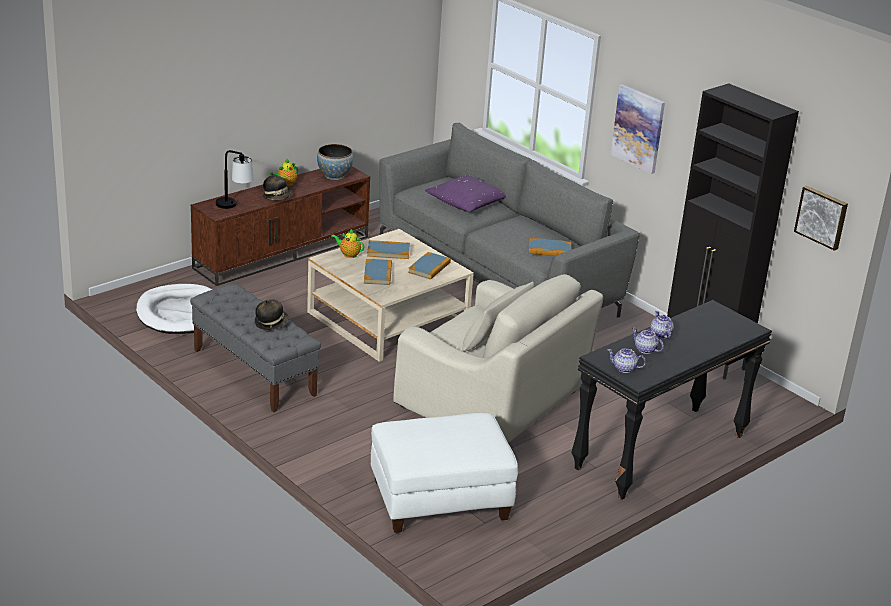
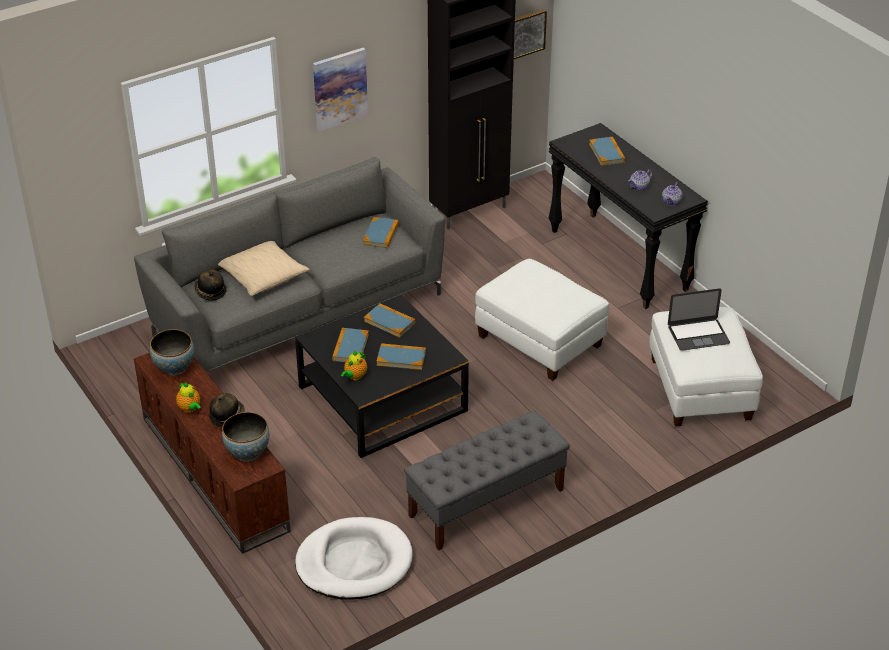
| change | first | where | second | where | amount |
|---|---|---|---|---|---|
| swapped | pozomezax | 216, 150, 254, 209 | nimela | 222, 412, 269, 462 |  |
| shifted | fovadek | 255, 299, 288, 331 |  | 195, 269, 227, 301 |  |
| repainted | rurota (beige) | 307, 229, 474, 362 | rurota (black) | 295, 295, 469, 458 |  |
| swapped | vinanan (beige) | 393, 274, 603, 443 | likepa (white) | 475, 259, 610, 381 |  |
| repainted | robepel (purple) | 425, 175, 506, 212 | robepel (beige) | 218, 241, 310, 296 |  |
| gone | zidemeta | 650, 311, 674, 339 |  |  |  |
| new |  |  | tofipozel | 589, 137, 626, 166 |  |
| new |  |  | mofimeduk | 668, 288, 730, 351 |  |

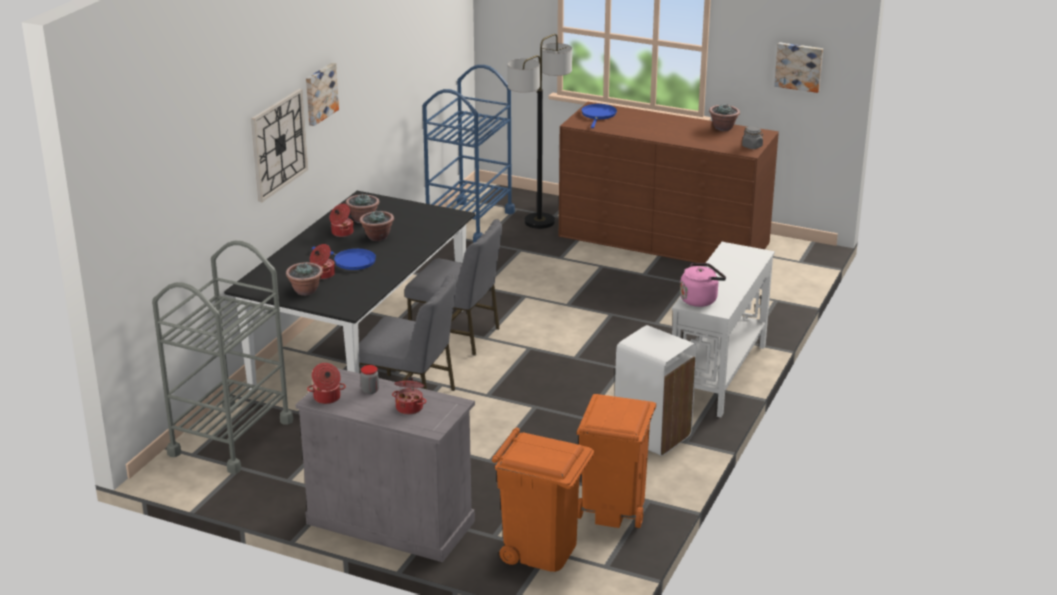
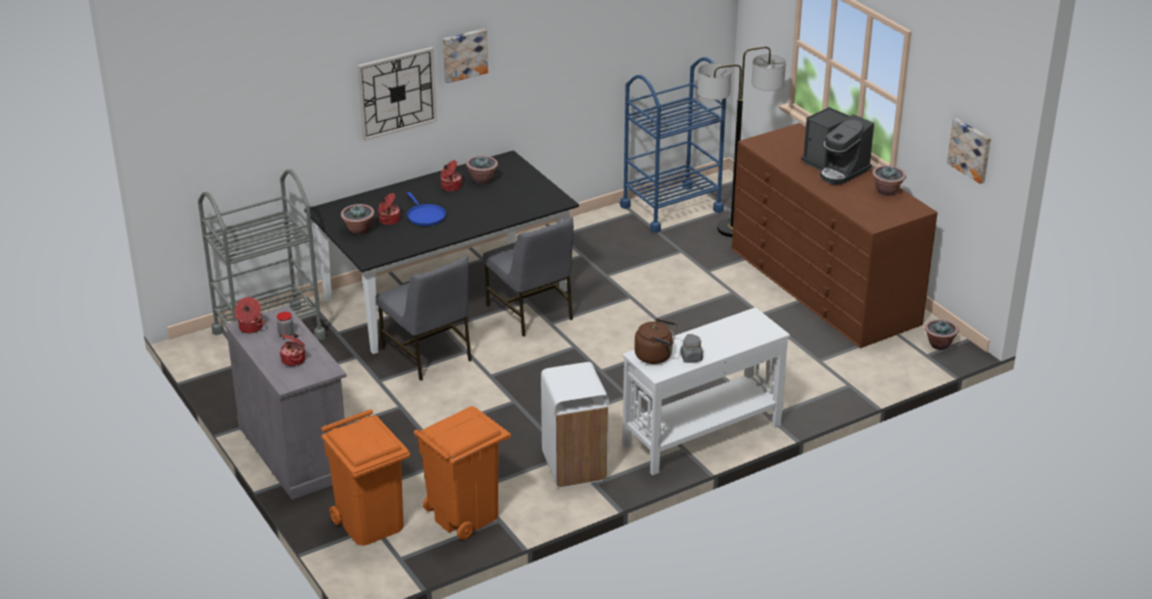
| change | first | where | second | where | amount |
|---|---|---|---|---|---|
| shifted | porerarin | 359, 211, 394, 241 |  | 925, 319, 959, 350 |  |
| gone | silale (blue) | 581, 104, 617, 128 |  |  |  |
| repainted | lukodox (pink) | 680, 263, 726, 307 | lukodox (brown) | 634, 318, 677, 364 |  |
| shifted | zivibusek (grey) | 742, 126, 763, 149 |  | 680, 334, 703, 363 |  |
| new |  |  | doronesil | 801, 107, 874, 185 |  |

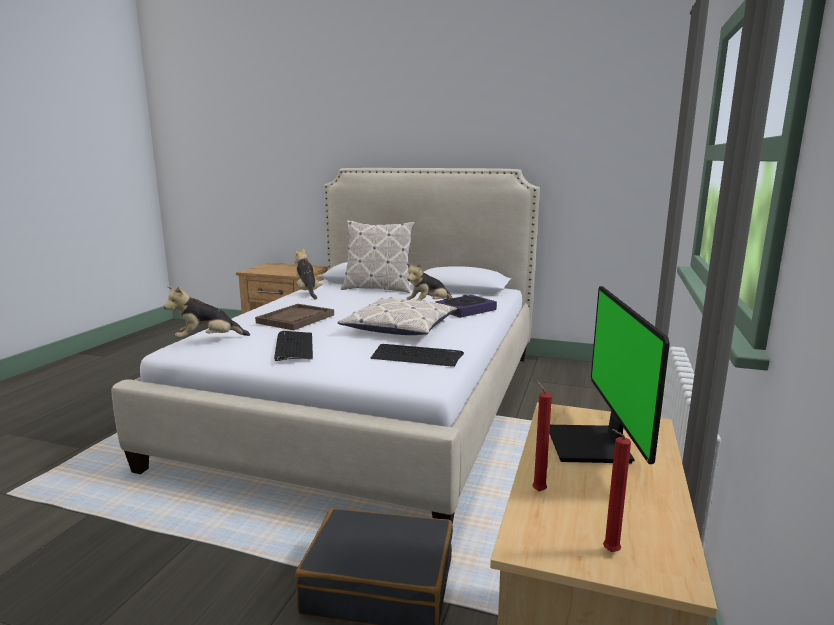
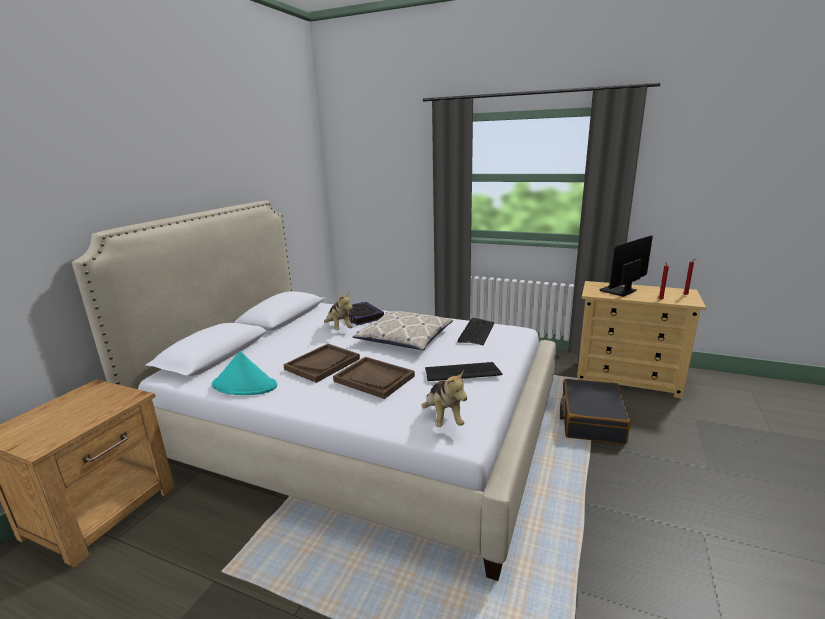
| change | first | where | second | where | amount |
|---|---|---|---|---|---|
| swapped | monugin | 294, 249, 322, 300 | fovadek (turquoise) | 211, 351, 277, 395 |  |
| gone | robepel | 341, 220, 415, 293 |  |  |  |
| rotated | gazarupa | 549, 286, 670, 464 |  | 599, 235, 653, 297 | 135 degrees clockwise |
| new |  |  | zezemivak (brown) | 283, 344, 360, 383 |  |

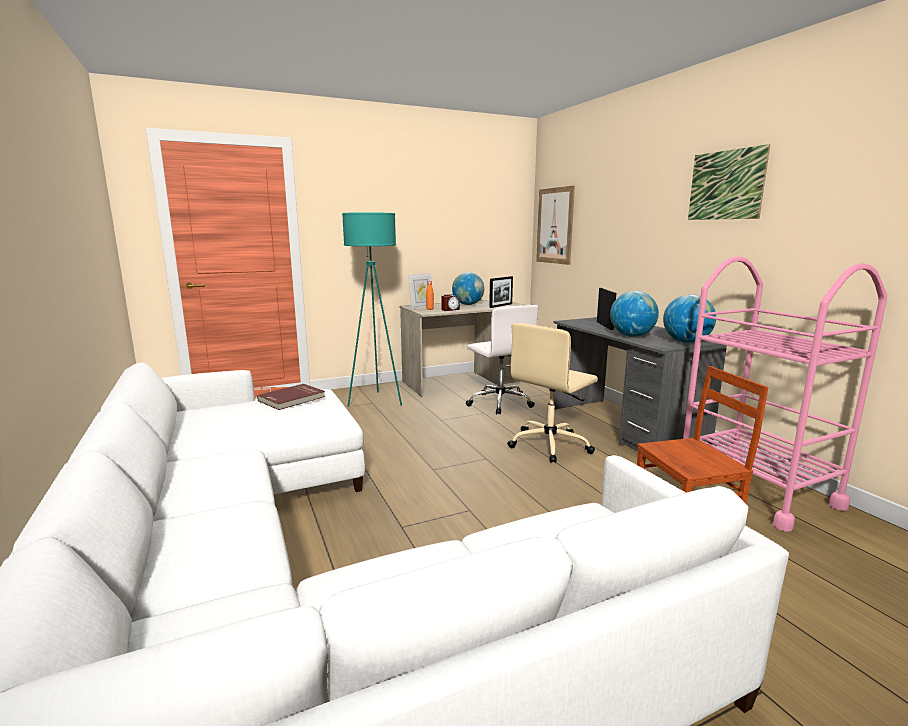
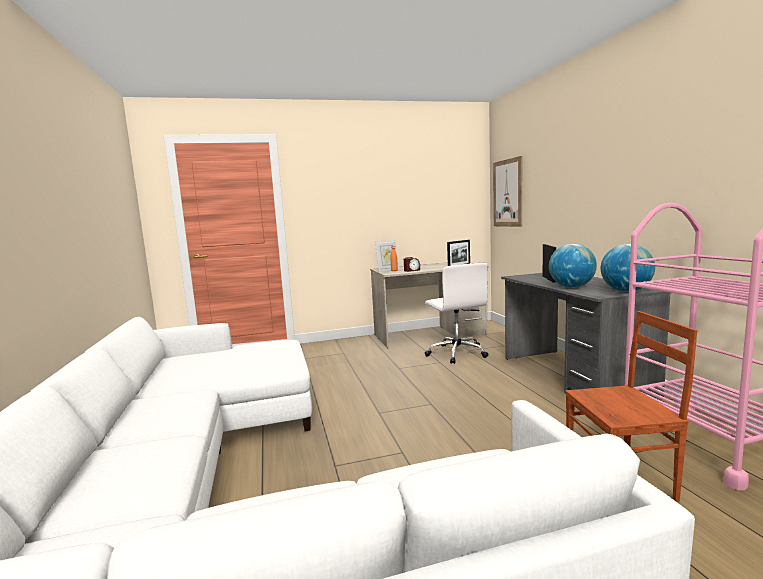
| change | first | where | second | where | amount |
|---|---|---|---|---|---|
| gone | tofipozel (red) | 257, 384, 325, 410 |  |  |  |
| gone | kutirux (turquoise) | 342, 212, 402, 406 |  |  |  |
| gone | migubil | 452, 272, 484, 305 |  |  |  |
| gone | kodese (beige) | 507, 323, 598, 463 |  |  |  |
| gone | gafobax | 688, 144, 770, 220 |  |  |  |

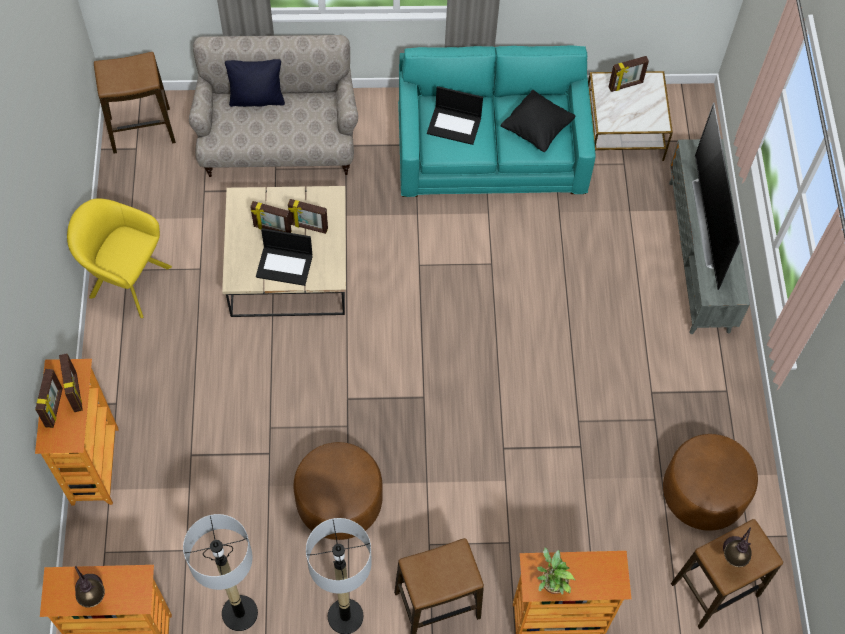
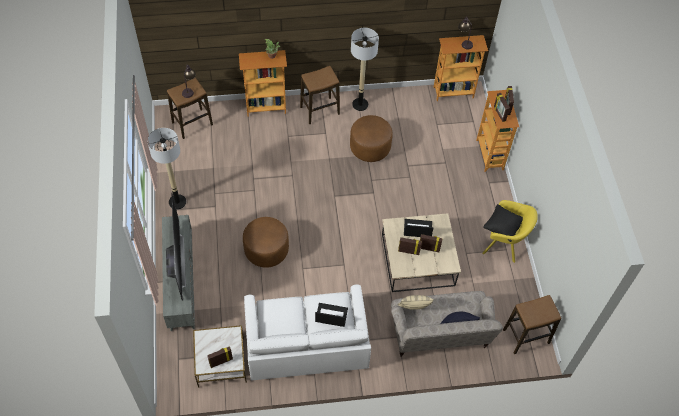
| change | first | where | second | where | amount |
|---|---|---|---|---|---|
| shifted | kutirux | 183, 514, 258, 631 |  | 147, 128, 186, 210 |  |
| repainted | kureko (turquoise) | 398, 45, 596, 197 | kureko (white) | 244, 284, 371, 381 |  |
| shifted | robepel (black) | 501, 90, 576, 152 |  | 483, 204, 523, 242 |  |
| shifted | likepa (brown) | 663, 434, 758, 531 |  | 243, 217, 289, 268 |  |
| new |  |  | robepel (beige) | 397, 295, 434, 310 |  |

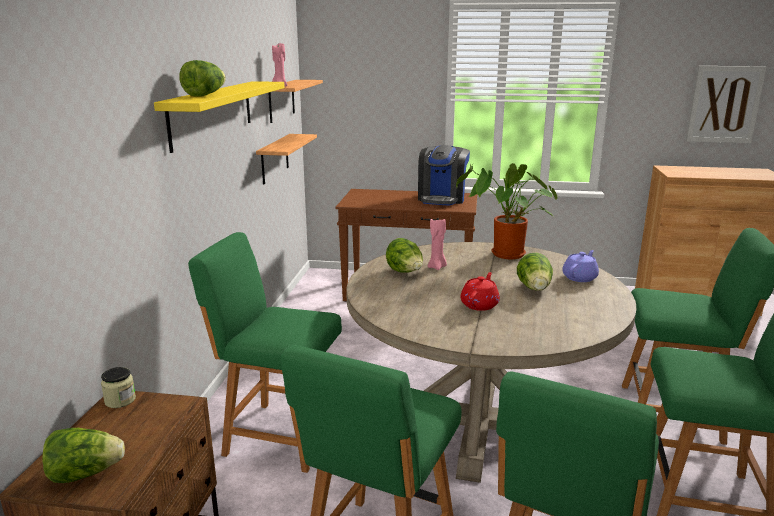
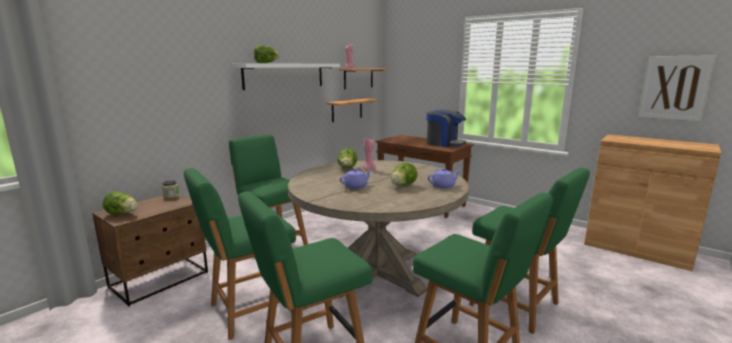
| change | first | where | second | where | amount |
|---|---|---|---|---|---|
| repainted | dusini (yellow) | 154, 81, 285, 153 | dusini (white) | 232, 63, 340, 90 |  |
| rotated | doronesil | 418, 145, 470, 206 |  | 426, 109, 466, 147 | 105 degrees counterclockwise |
| gone | porerarin | 456, 163, 558, 259 |  |  |  |
| repainted | zidemeta (red) | 460, 272, 500, 311 | zidemeta (purple) | 340, 168, 372, 189 |  |

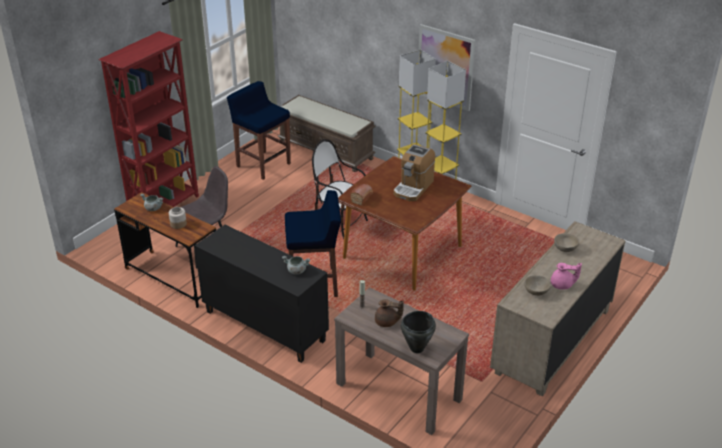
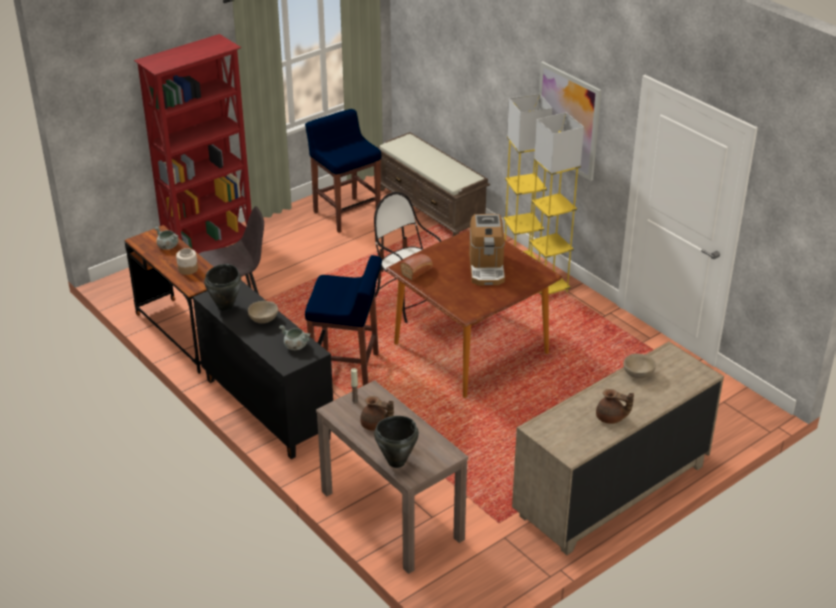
| change | first | where | second | where | amount |
|---|---|---|---|---|---|
| rotated | doronesil | 393, 144, 435, 201 |  | 469, 214, 505, 285 | 45 degrees counterclockwise |
| shifted | nimela (beige) | 524, 275, 551, 296 |  | 248, 301, 278, 323 |  |
| repainted | zidemeta (pink) | 551, 263, 582, 290 | zidemeta (brown) | 596, 389, 634, 424 |  |
| new |  |  | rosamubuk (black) | 204, 264, 241, 311 |  |

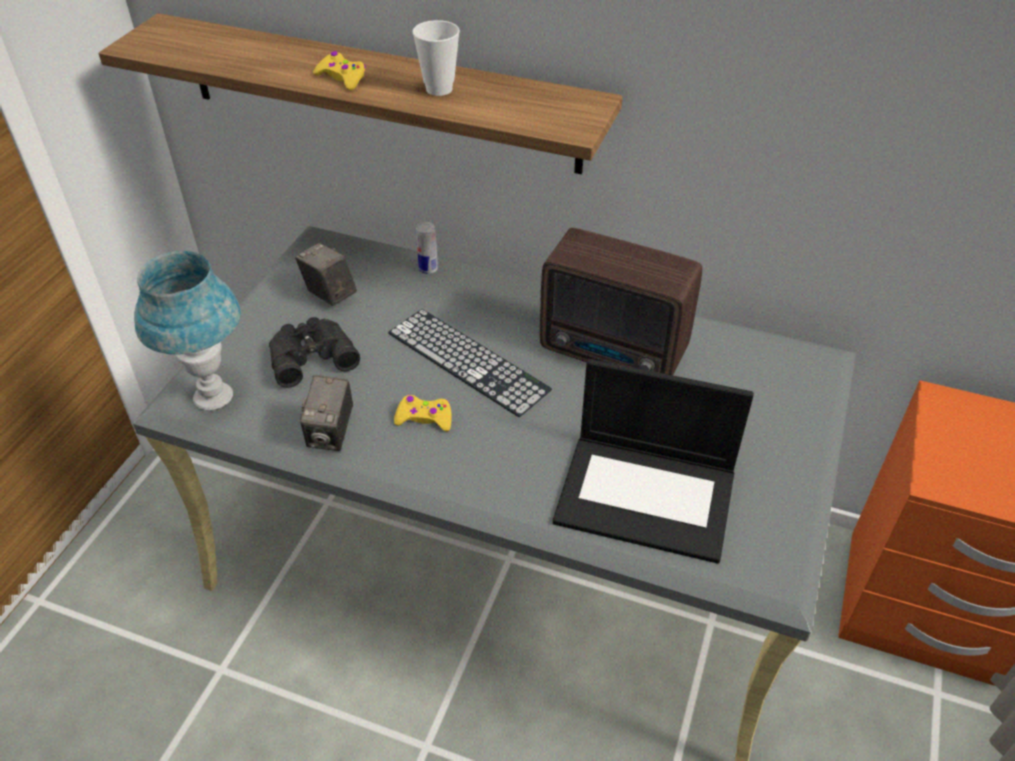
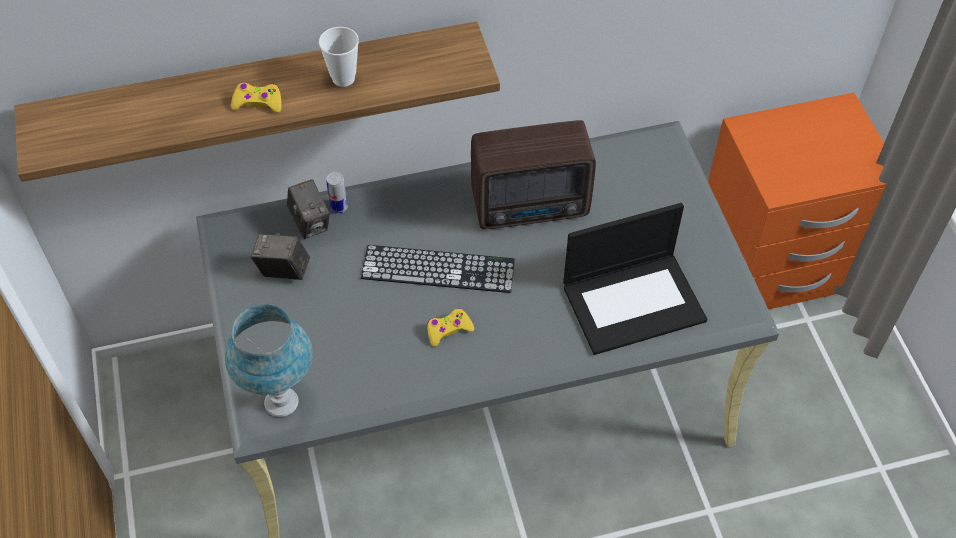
| change | first | where | second | where | amount |
|---|---|---|---|---|---|
| gone | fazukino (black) | 269, 317, 360, 388 |  |  |  |
| shifted | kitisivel | 300, 375, 353, 451 |  | 287, 179, 330, 239 |  |

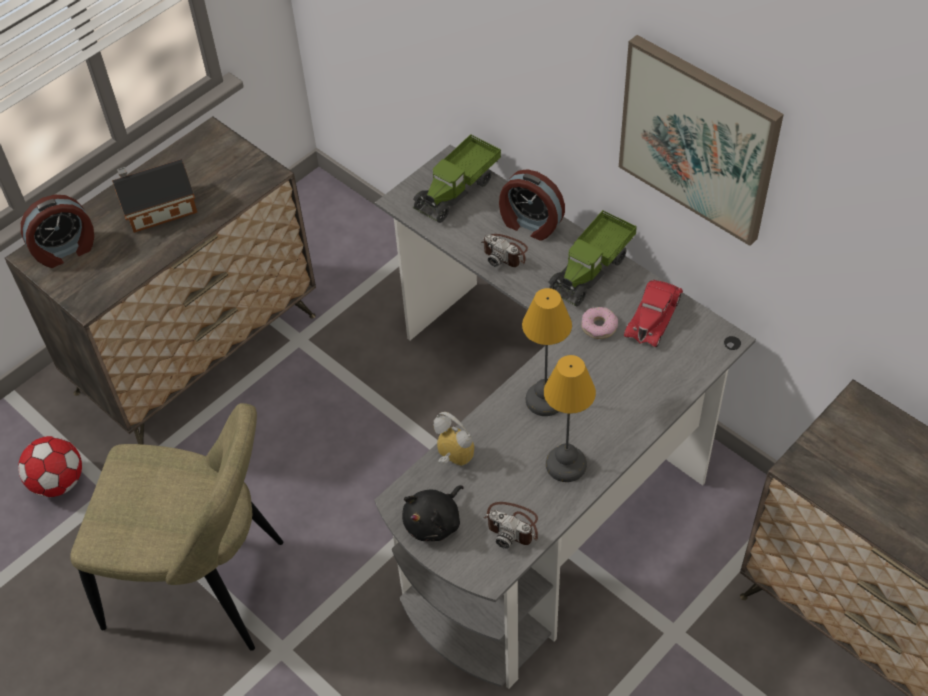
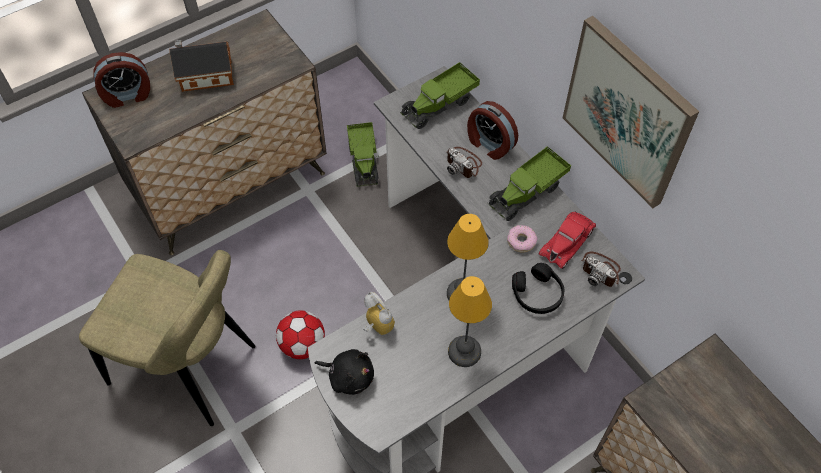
| change | first | where | second | where | amount |
|---|---|---|---|---|---|
| shifted | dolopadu | 18, 436, 82, 497 |  | 276, 310, 325, 359 |  |
| rotated | monugin (black) | 402, 485, 464, 541 |  | 314, 349, 374, 395 | 120 degrees counterclockwise |
| shifted | kitisivel | 483, 502, 538, 549 |  | 581, 252, 621, 287 |  |
| new |  |  | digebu | 347, 122, 379, 187 |  |
| new |  |  | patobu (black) | 512, 263, 564, 314 |  |

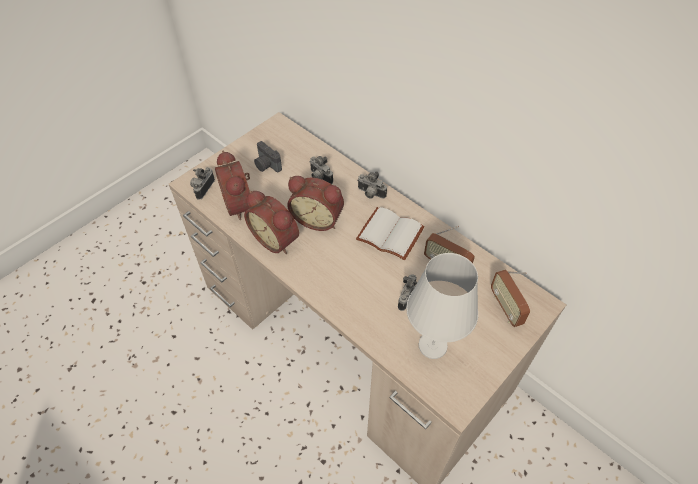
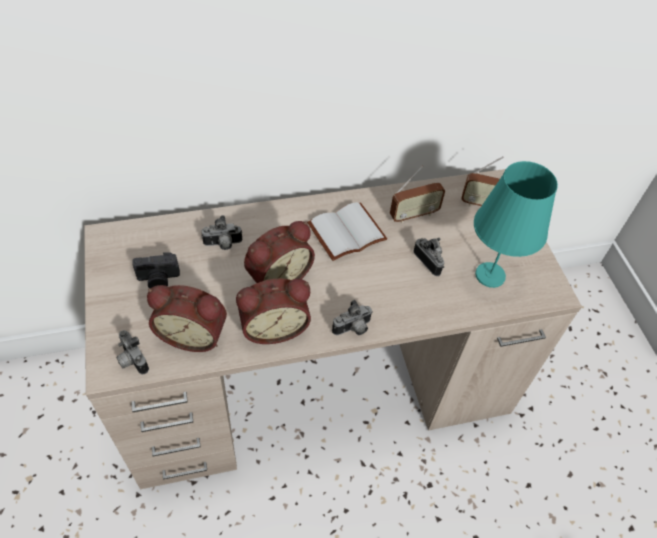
| change | first | where | second | where | amount |
|---|---|---|---|---|---|
| shifted | kitisivel | 357, 171, 387, 199 |  | 332, 300, 373, 335 |  |
| repainted | pozomezax (white) | 406, 253, 478, 359 | pozomezax (turquoise) | 474, 161, 558, 288 |  |

